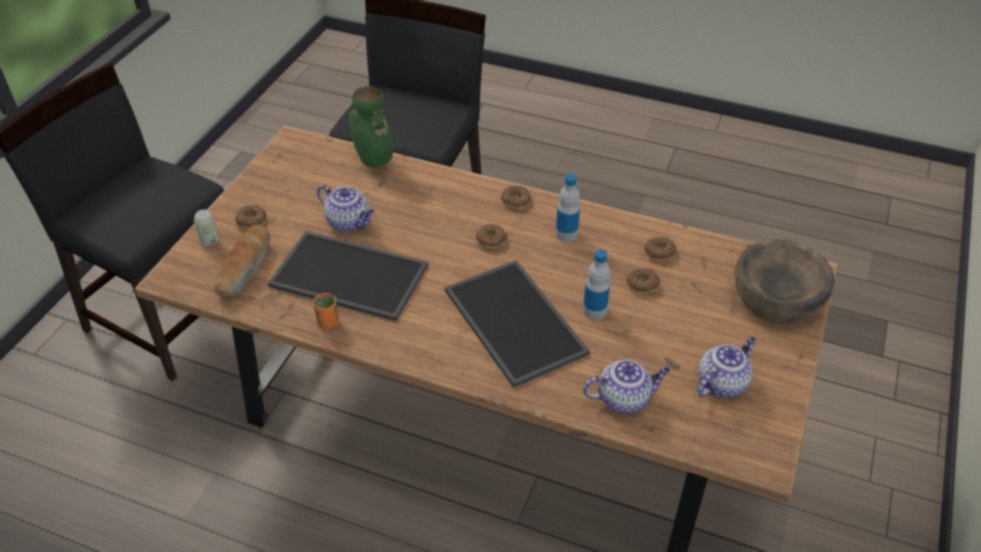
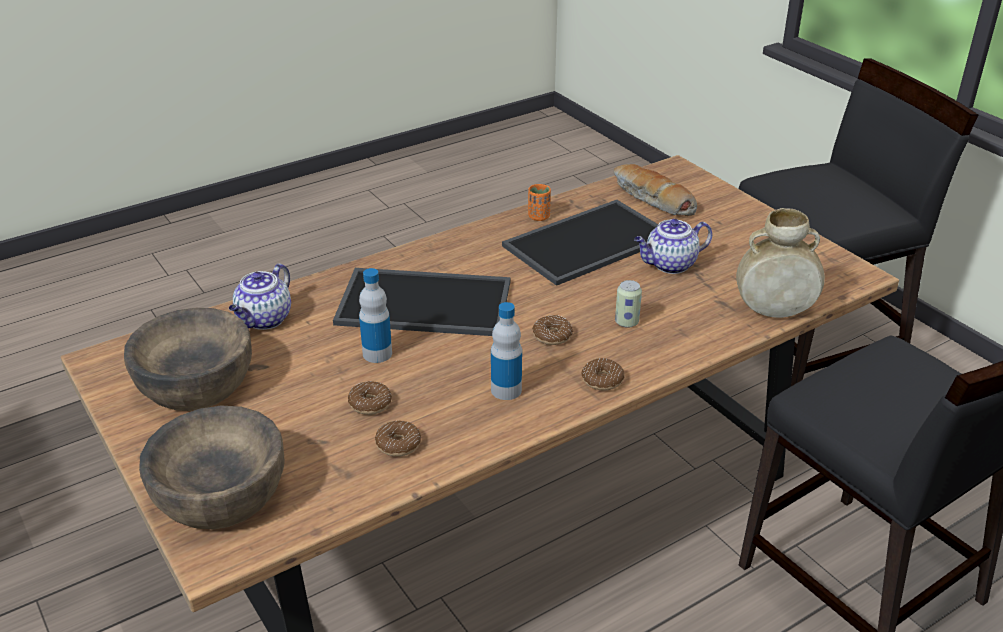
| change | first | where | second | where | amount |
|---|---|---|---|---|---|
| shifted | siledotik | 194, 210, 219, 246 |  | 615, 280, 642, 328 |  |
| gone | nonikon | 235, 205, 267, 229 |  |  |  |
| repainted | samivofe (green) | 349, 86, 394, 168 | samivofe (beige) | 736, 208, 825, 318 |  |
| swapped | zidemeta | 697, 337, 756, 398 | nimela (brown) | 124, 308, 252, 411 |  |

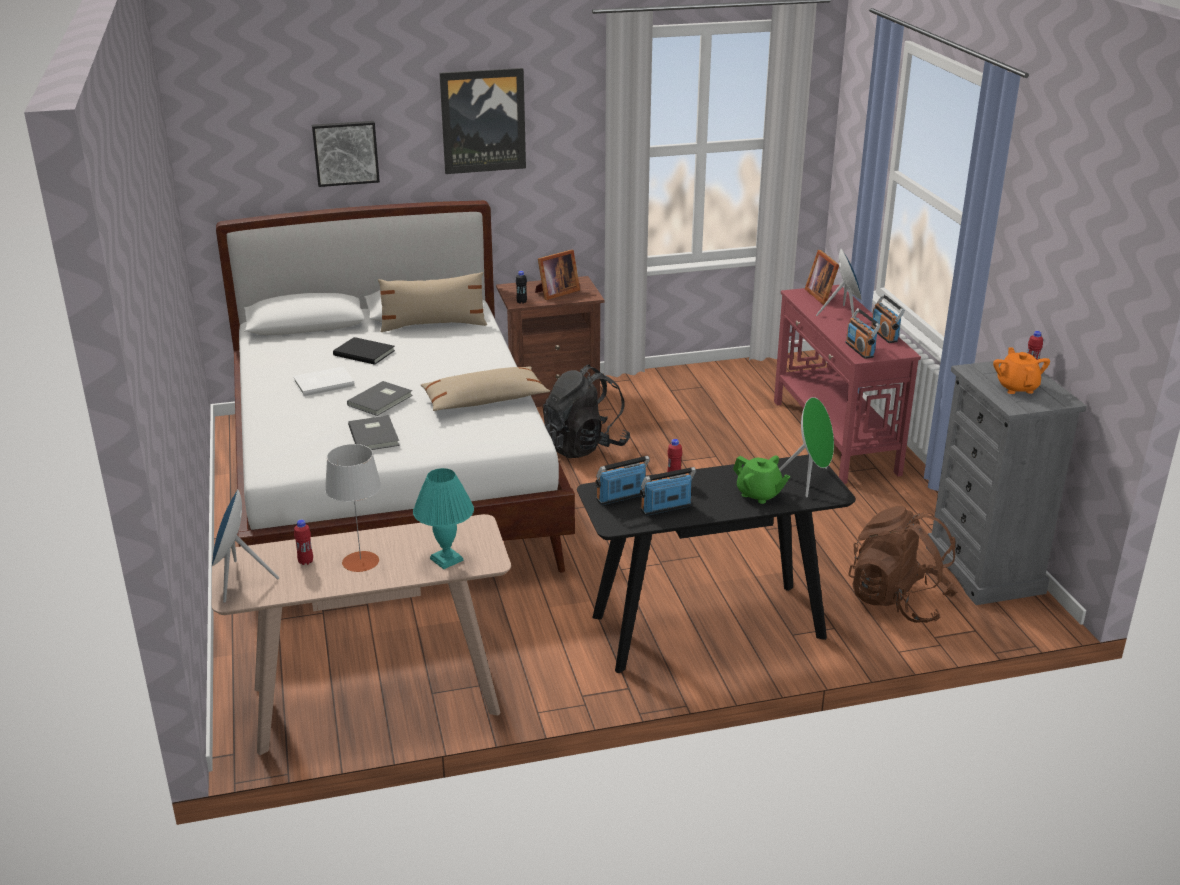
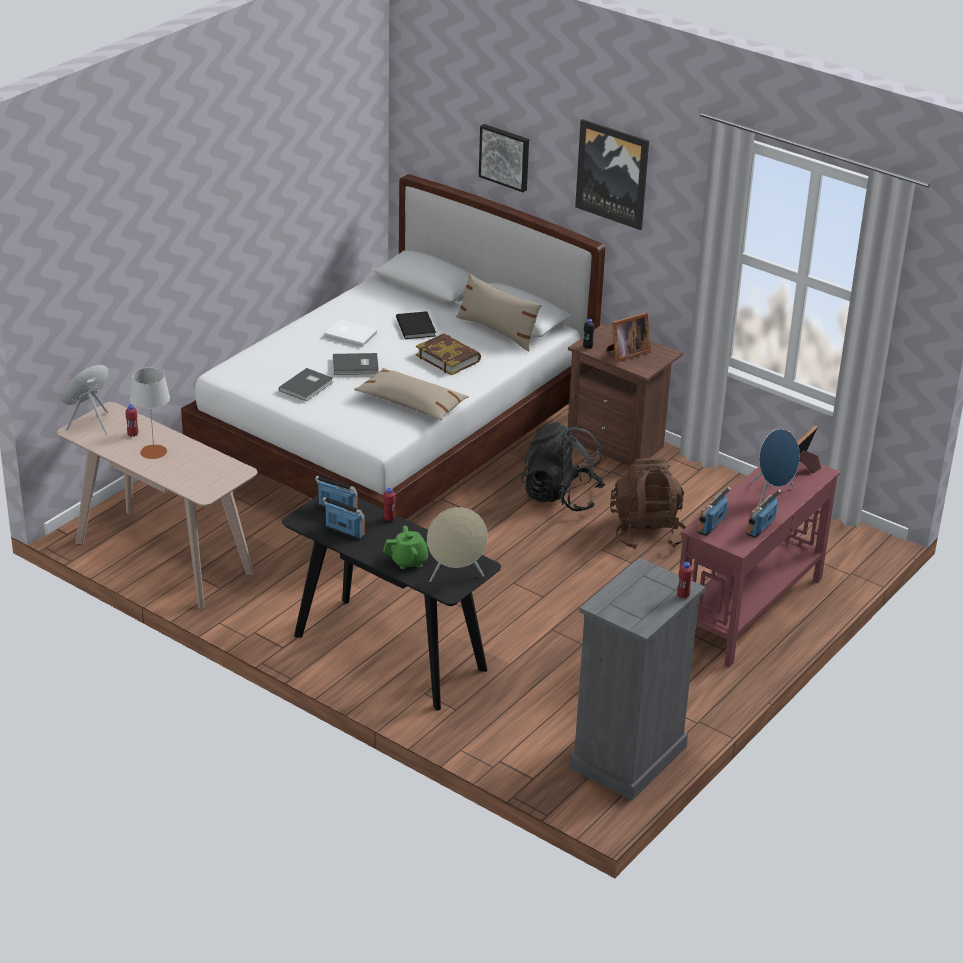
| change | first | where | second | where | amount |
|---|---|---|---|---|---|
| gone | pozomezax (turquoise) | 413, 468, 474, 569 |  |  |  |
| rotated | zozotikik | 535, 250, 580, 300 |  | 606, 313, 651, 362 | 45 degrees counterclockwise |
| rotated | zidemeta (green) | 733, 456, 790, 504 |  | 383, 525, 430, 569 | 105 degrees counterclockwise |
| repainted | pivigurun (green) | 779, 397, 834, 497 | pivigurun (beige) | 427, 507, 488, 582 |  |
| shifted | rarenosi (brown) | 848, 506, 958, 623 |  | 610, 458, 686, 549 |  |
| gone | zidemeta (orange) | 993, 347, 1050, 394 |  |  |  |
| new |  |  | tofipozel | 416, 333, 481, 375 |  |

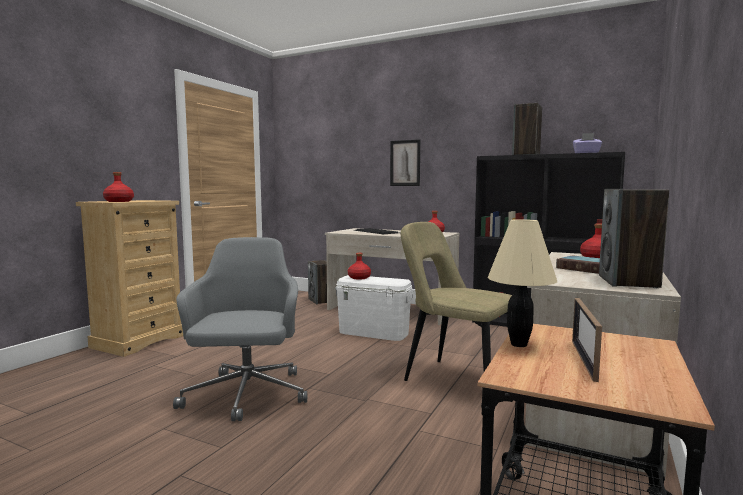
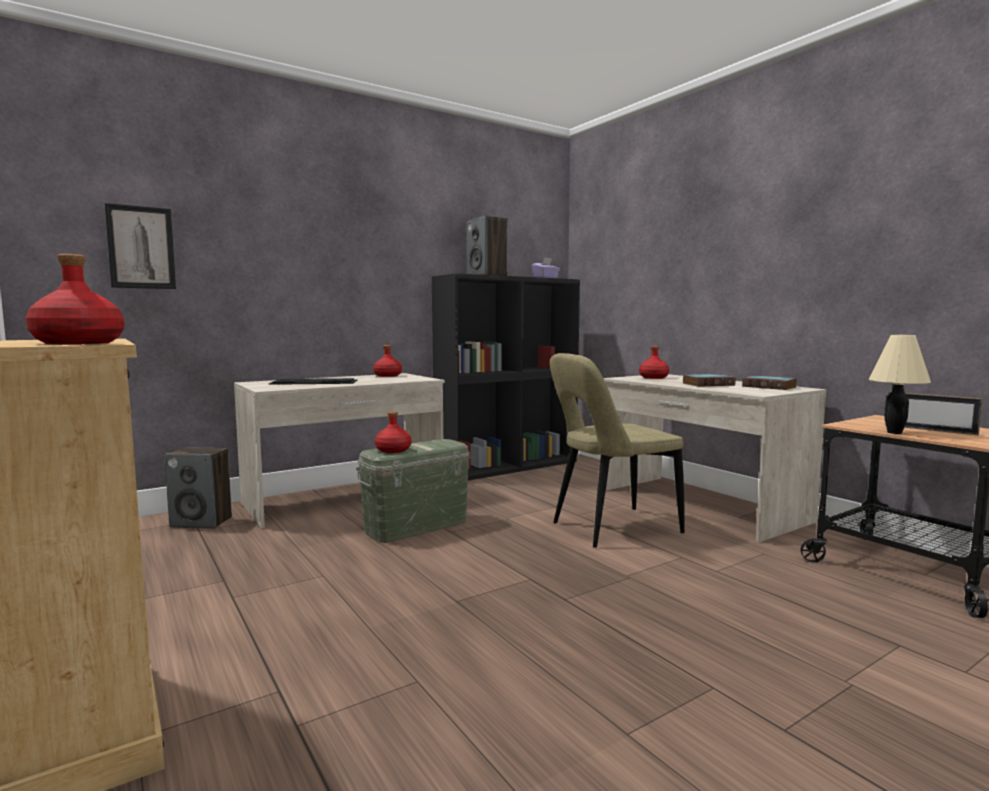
| change | first | where | second | where | amount |
|---|---|---|---|---|---|
| gone | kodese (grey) | 173, 237, 307, 421 |  |  |  |
| repainted | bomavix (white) | 335, 275, 414, 341 | bomavix (green) | 356, 439, 471, 543 |  |
| shifted | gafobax | 390, 140, 420, 186 |  | 105, 203, 176, 289 |  |
| swapped | pivigurun | 599, 189, 669, 288 | tofipozel | 742, 376, 798, 390 |  |

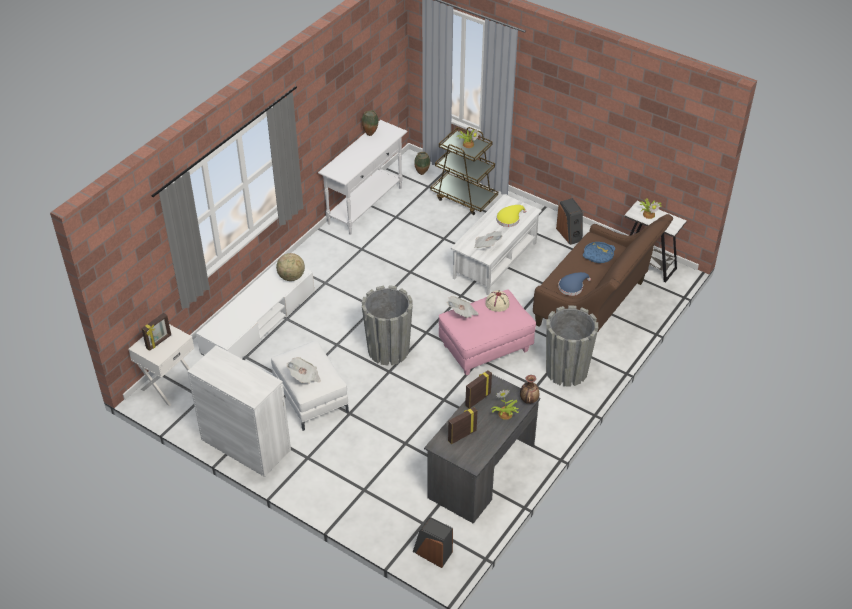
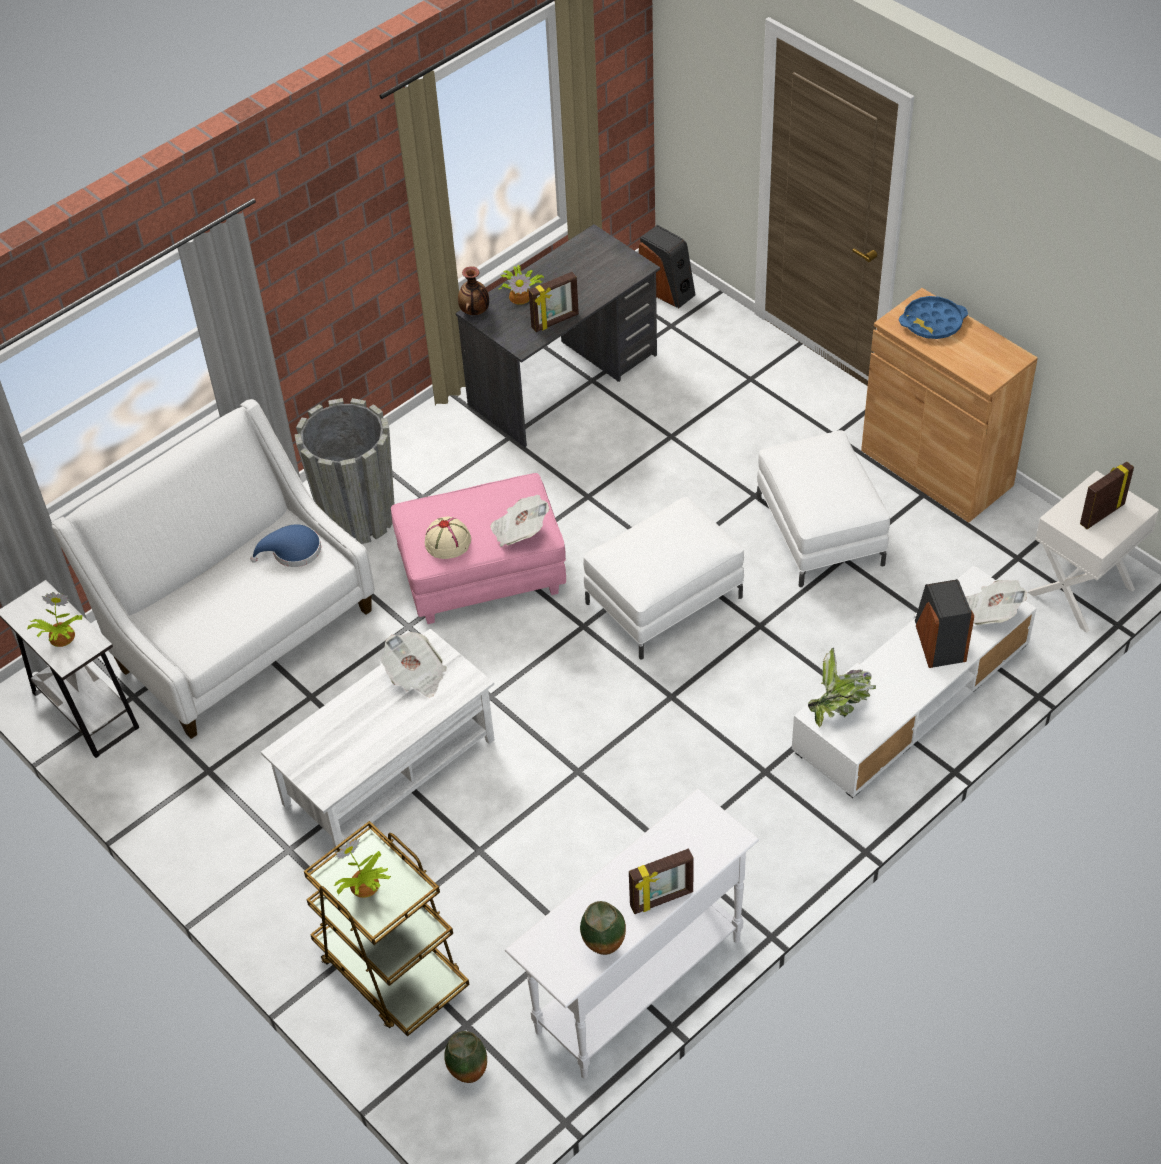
| change | first | where | second | where | amount |
|---|---|---|---|---|---|
| repainted | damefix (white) | 187, 345, 291, 477 | damefix (brown) | 861, 288, 1038, 523 |  |
| swapped | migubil | 276, 253, 305, 281 | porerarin | 808, 648, 876, 728 |  |
| shifted | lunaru | 287, 357, 321, 384 |  | 966, 580, 1027, 625 |  |
| swapped | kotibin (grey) | 362, 285, 413, 366 | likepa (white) | 583, 497, 744, 660 |  |
| shifted | zozotikik | 448, 407, 477, 444 |  | 629, 848, 694, 914 |  |
| gone | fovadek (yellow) | 496, 205, 526, 227 |  |  |  |
| repainted | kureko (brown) | 533, 214, 673, 331 | kureko (white) | 51, 399, 375, 739 |  |
| shifted | pivigurun | 556, 198, 583, 245 |  | 915, 579, 974, 668 |  |
| shifted | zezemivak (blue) | 583, 242, 615, 263 |  | 899, 296, 968, 339 |  |

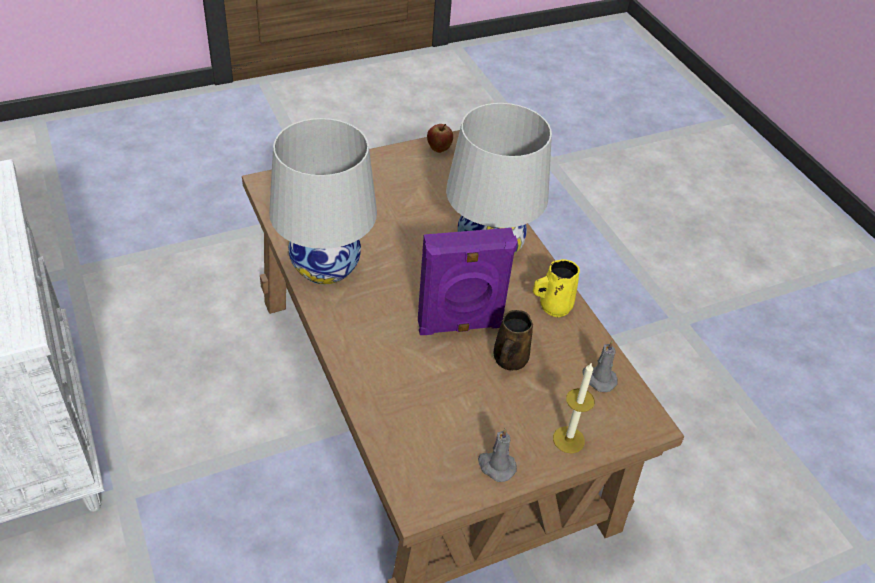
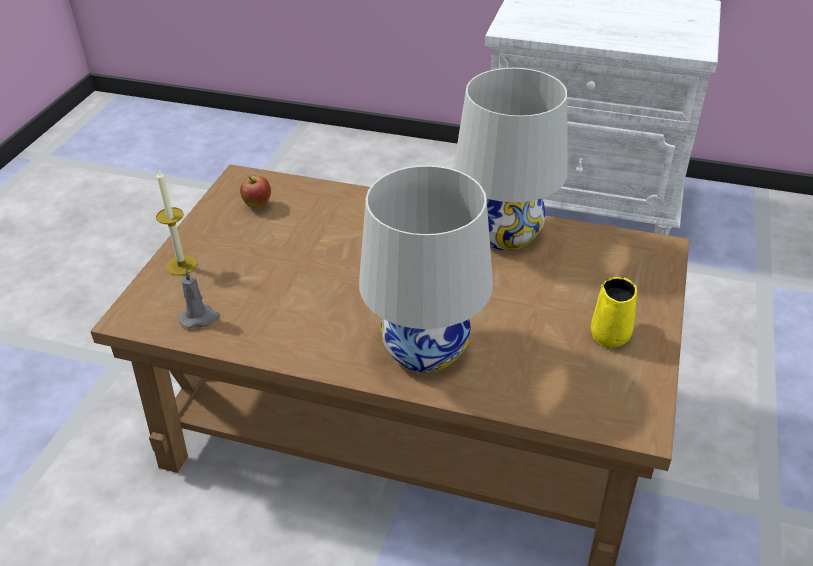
| change | first | where | second | where | amount |
|---|---|---|---|---|---|
| gone | pivigurun (purple) | 418, 228, 518, 335 |  |  |  |
| shifted | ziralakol | 427, 124, 453, 153 |  | 240, 176, 271, 209 |  |
| gone | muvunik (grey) | 478, 428, 517, 482 |  |  |  |
| gone | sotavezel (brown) | 494, 310, 533, 370 |  |  |  |
| shifted | sotavezel (yellow) | 533, 259, 580, 317 |  | 591, 277, 637, 348 |  |

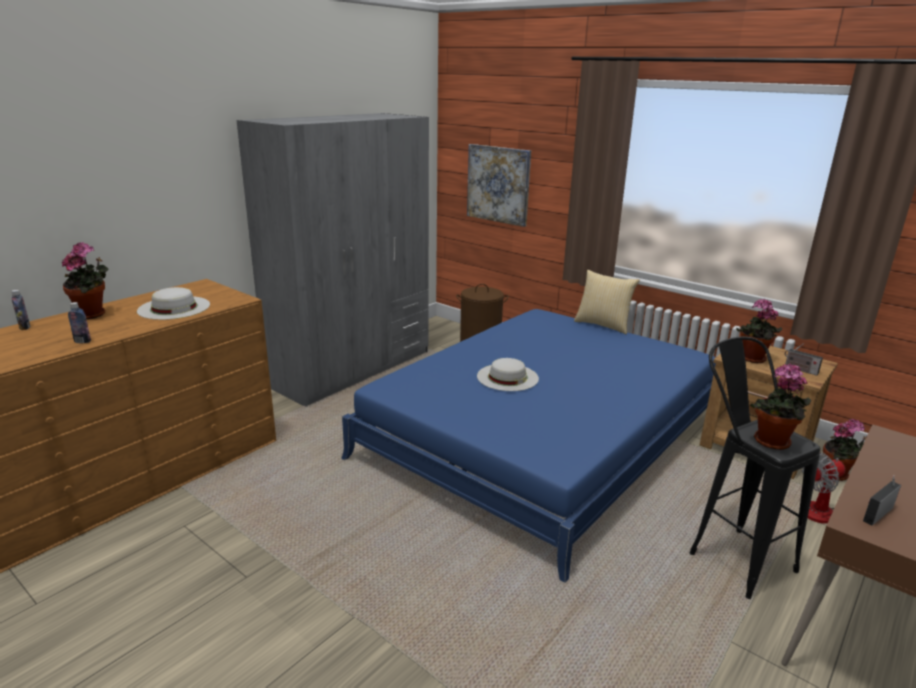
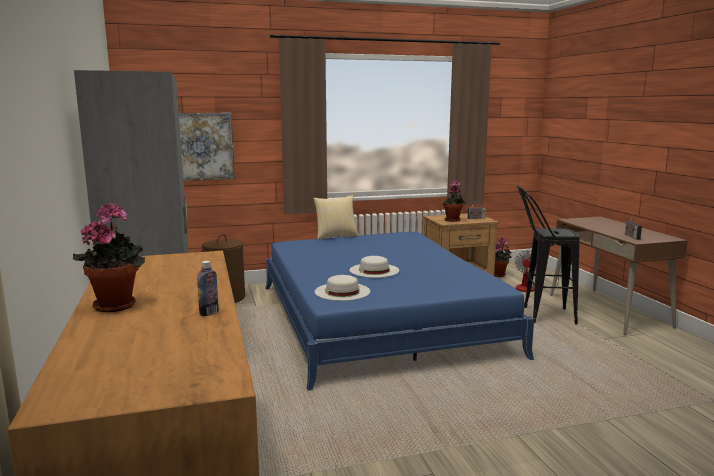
| change | first | where | second | where | amount |
|---|---|---|---|---|---|
| gone | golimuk | 11, 290, 30, 330 |  |  |  |
| shifted | fovadek (white) | 137, 287, 210, 320 |  | 315, 275, 370, 301 |  |
| gone | porerarin | 750, 363, 811, 450 |  |  |  |

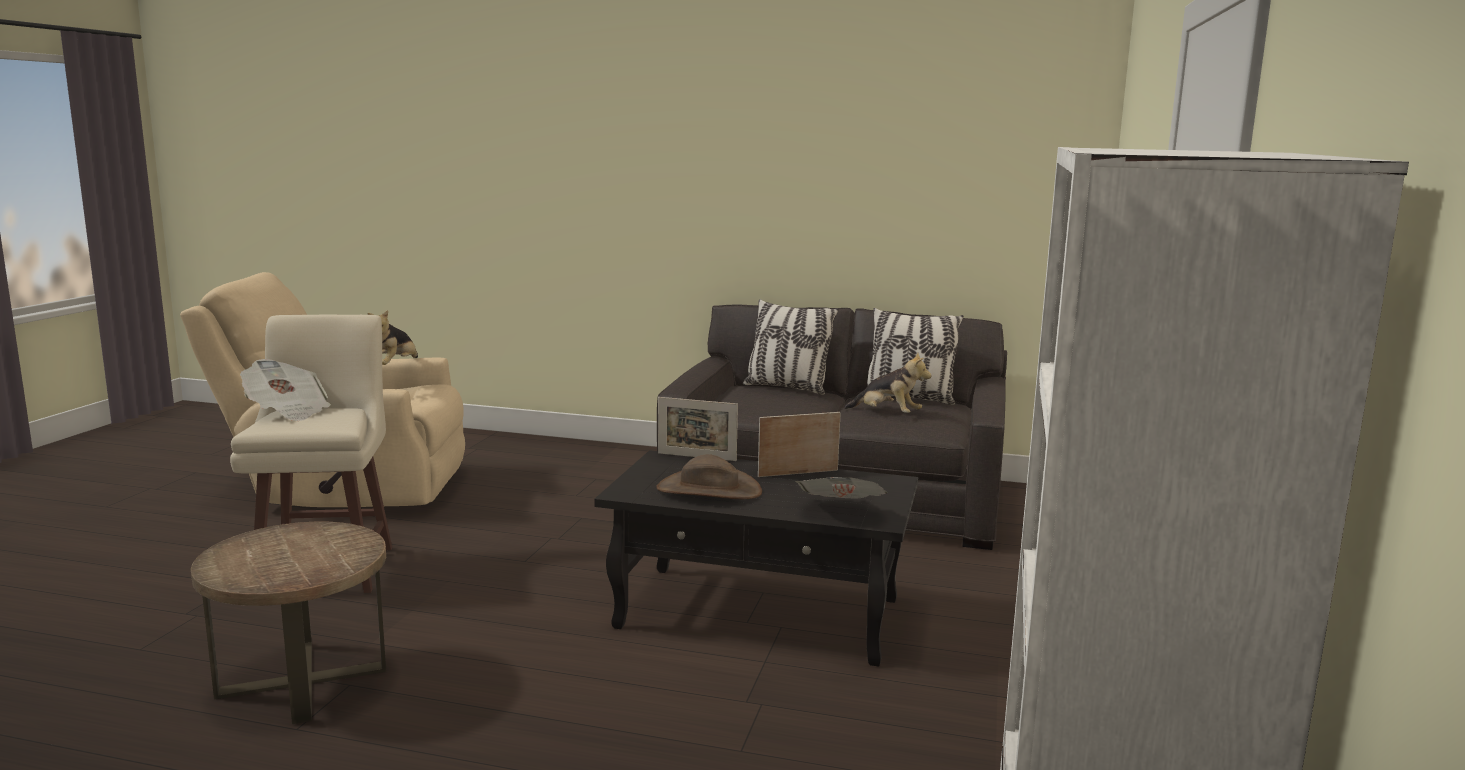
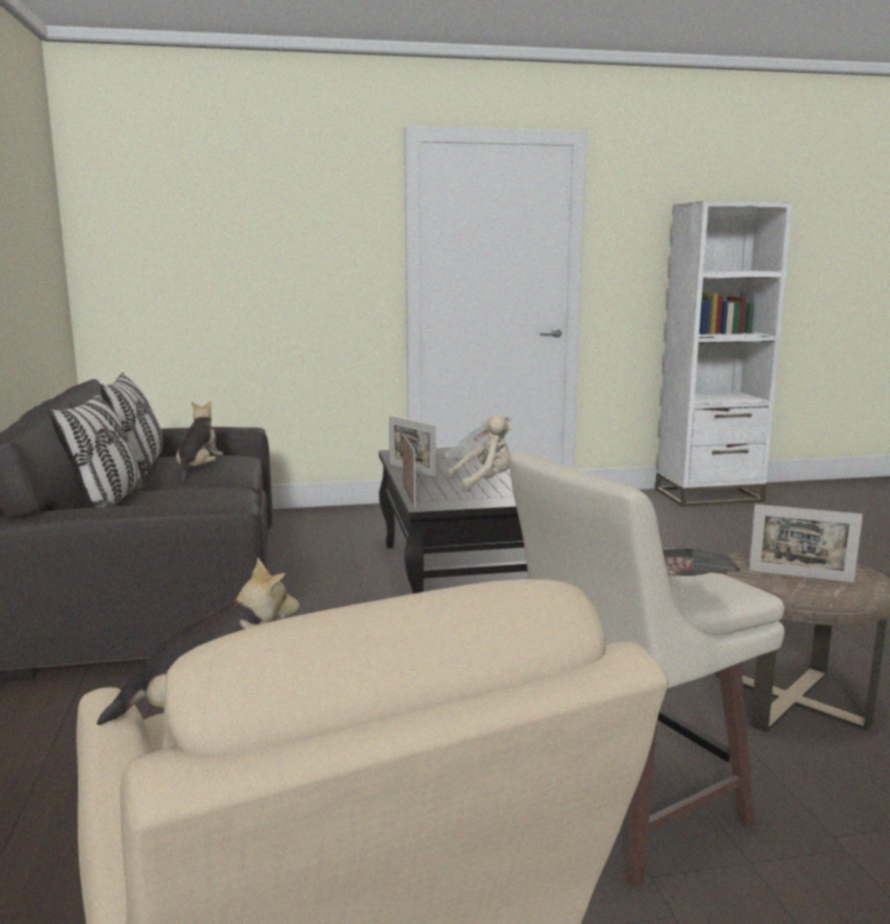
| change | first | where | second | where | amount |
|---|---|---|---|---|---|
| swapped | fovadek (brown) | 656, 454, 762, 499 | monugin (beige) | 448, 414, 513, 491 |  |
| new |  |  | zozotikik | 749, 504, 863, 583 |  |

